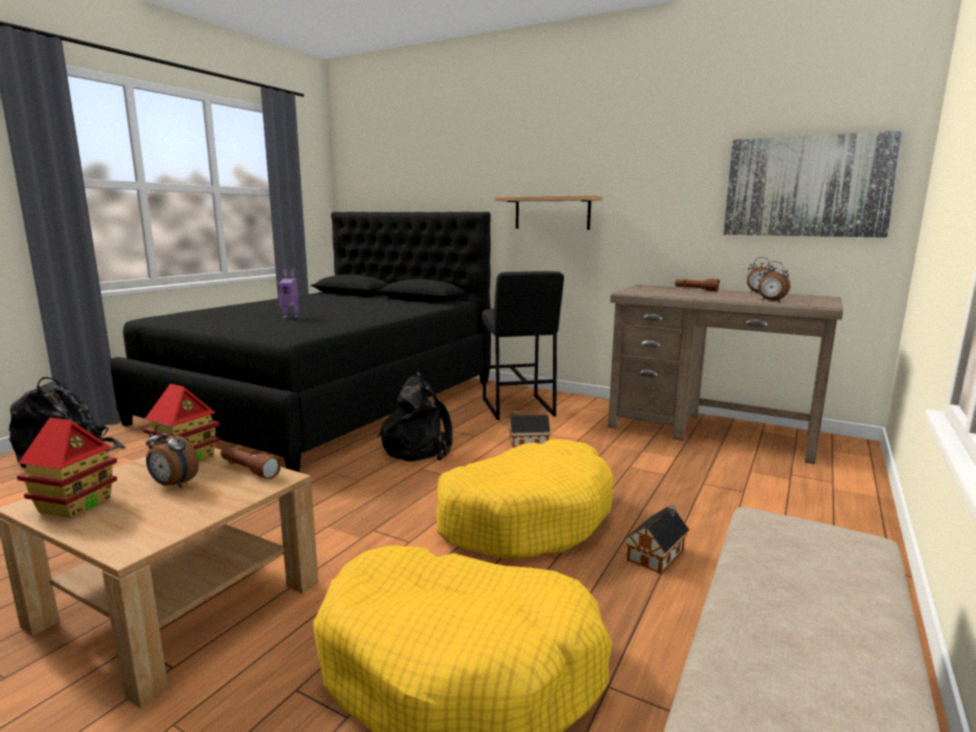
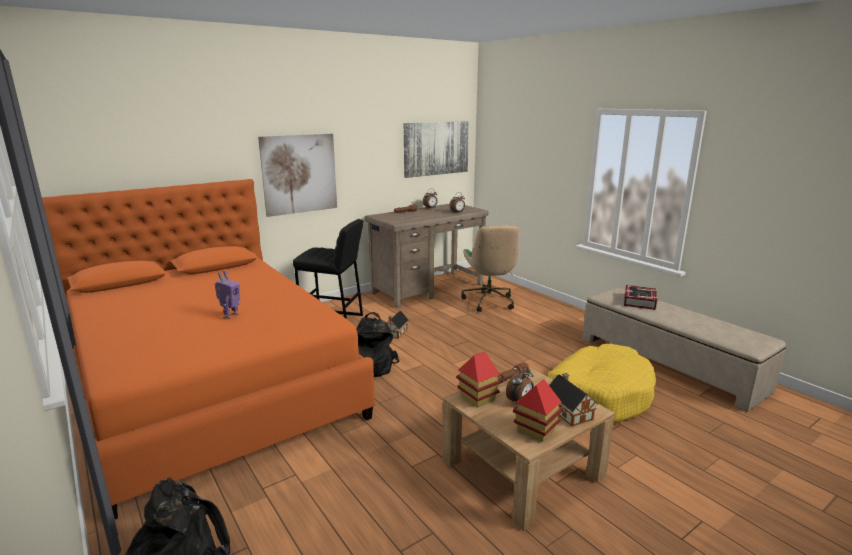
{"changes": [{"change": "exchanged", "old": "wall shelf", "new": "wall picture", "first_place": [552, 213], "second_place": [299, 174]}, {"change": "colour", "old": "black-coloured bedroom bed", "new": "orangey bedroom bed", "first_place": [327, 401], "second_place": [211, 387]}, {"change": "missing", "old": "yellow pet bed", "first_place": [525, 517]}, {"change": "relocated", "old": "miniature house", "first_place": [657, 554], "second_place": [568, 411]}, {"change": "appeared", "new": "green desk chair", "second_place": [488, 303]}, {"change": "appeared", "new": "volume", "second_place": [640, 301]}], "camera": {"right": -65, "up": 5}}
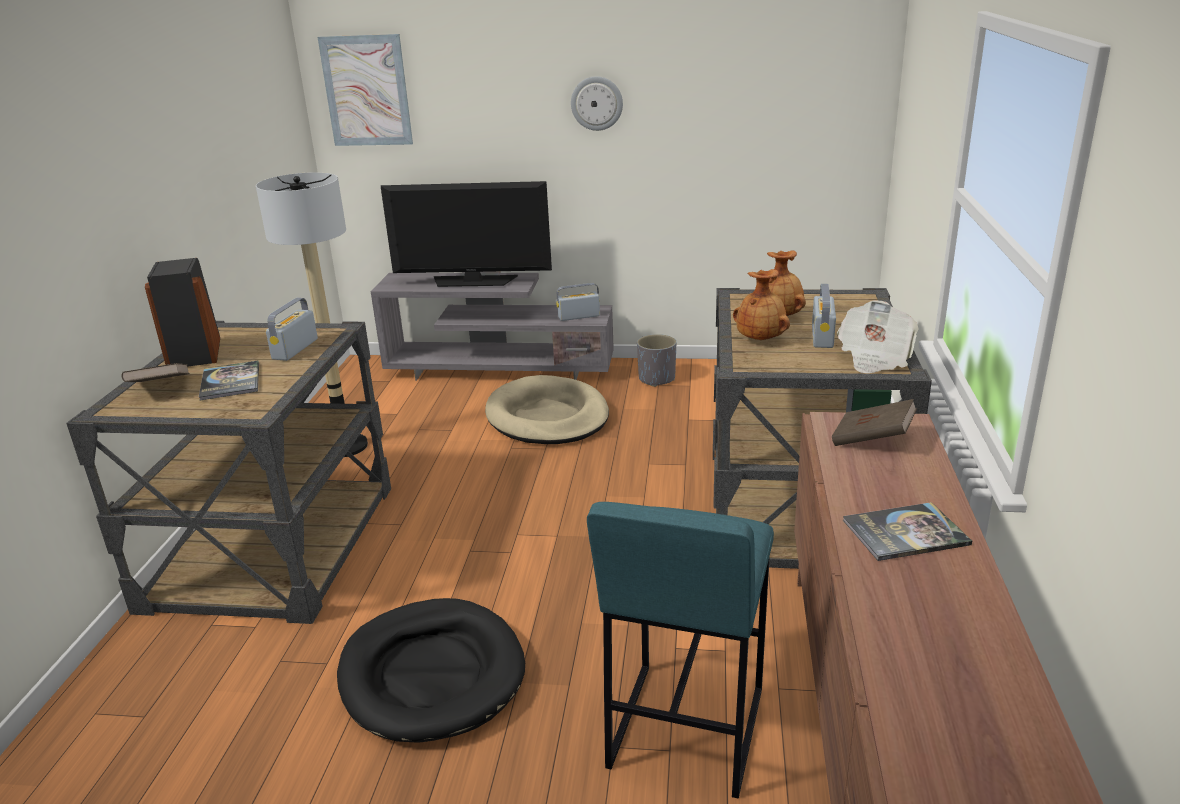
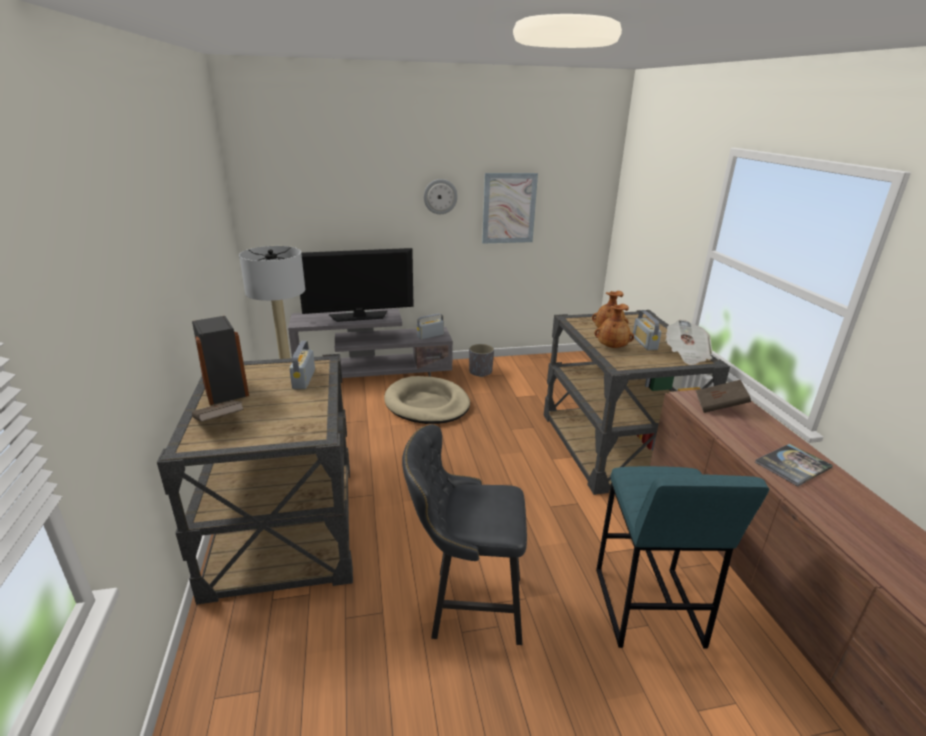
{"changes": [{"change": "relocated", "old": "wall picture", "first_place": [366, 91], "second_place": [509, 208]}, {"change": "missing", "old": "volume", "first_place": [230, 382]}, {"change": "exchanged", "old": "black-coloured pet bed", "new": "greyish stool", "first_place": [432, 674], "second_place": [464, 604]}], "camera": {"right": -20, "up": 0}}
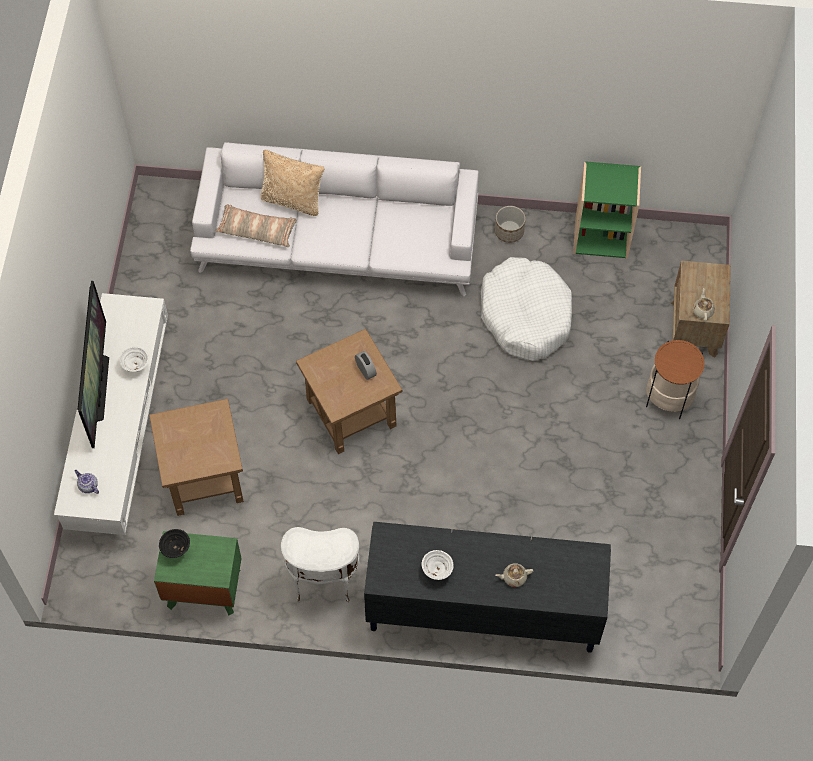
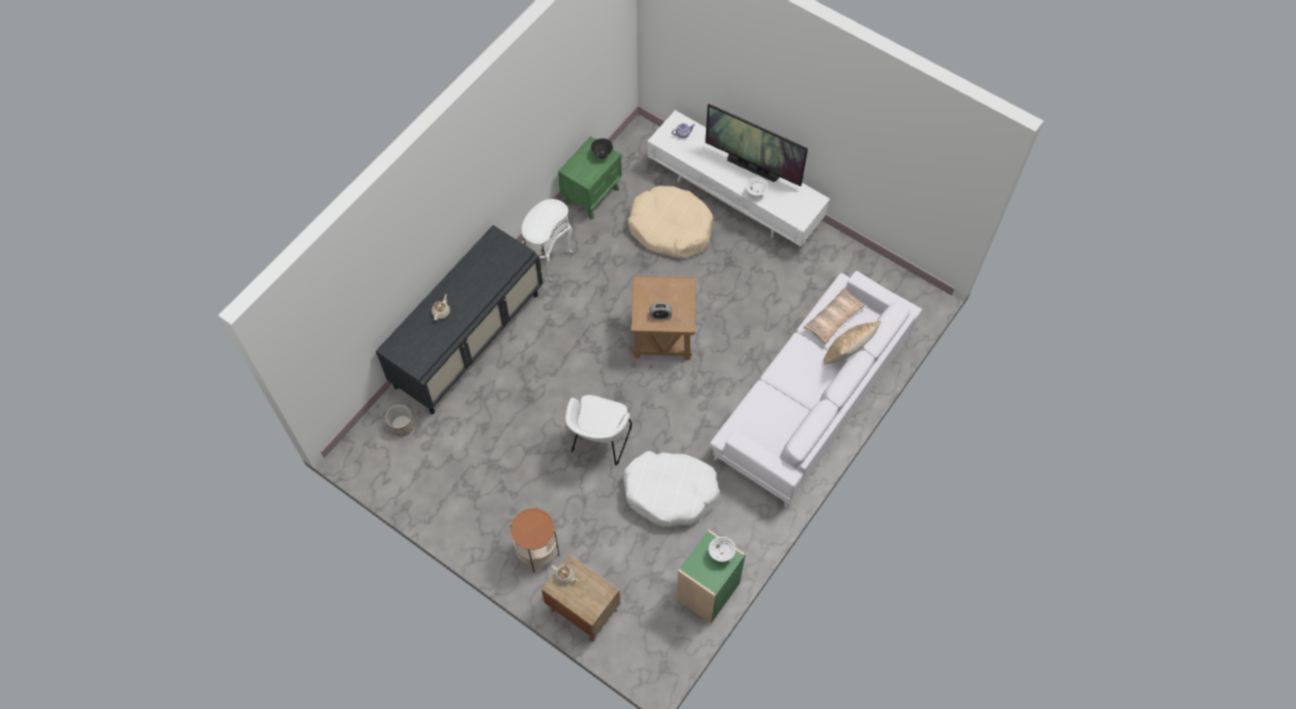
{"changes": [{"change": "relocated", "old": "planter", "first_place": [509, 232], "second_place": [401, 425]}, {"change": "exchanged", "old": "brown side table", "new": "beige-coloured pet bed", "first_place": [203, 476], "second_place": [670, 228]}, {"change": "relocated", "old": "whitish serving bowl", "first_place": [436, 571], "second_place": [721, 554]}, {"change": "appeared", "new": "whitish lounge chair", "second_place": [599, 442]}], "camera": {"right": 120, "up": 0}}
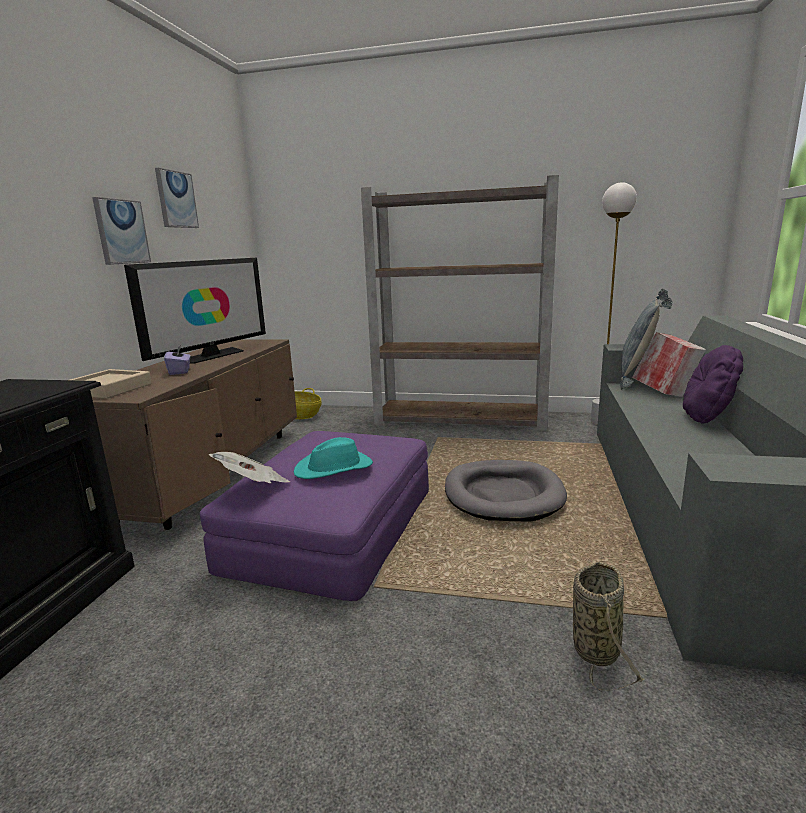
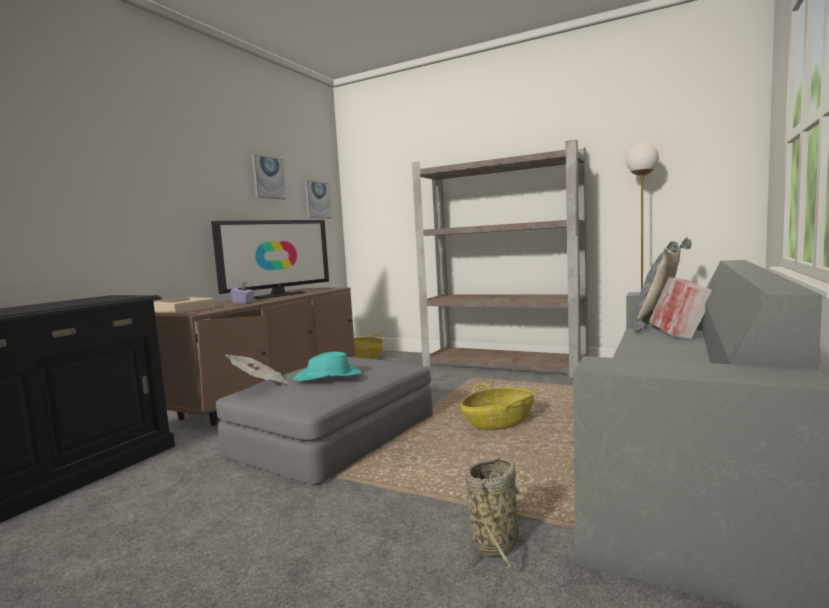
{"changes": [{"change": "relocated", "old": "wall picture", "first_place": [121, 232], "second_place": [317, 200]}, {"change": "missing", "old": "purplish throw pillow", "first_place": [707, 419]}, {"change": "colour", "old": "purplish pouffe", "new": "greyish pouffe", "first_place": [332, 527], "second_place": [334, 434]}, {"change": "exchanged", "old": "greyish pet bed", "new": "household basket", "first_place": [503, 495], "second_place": [498, 423]}], "camera": {"right": 15, "up": -10}}
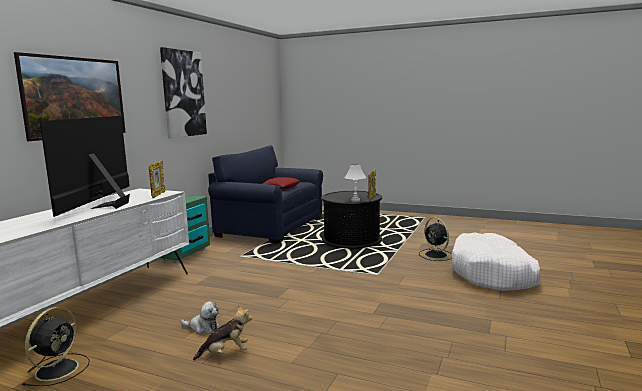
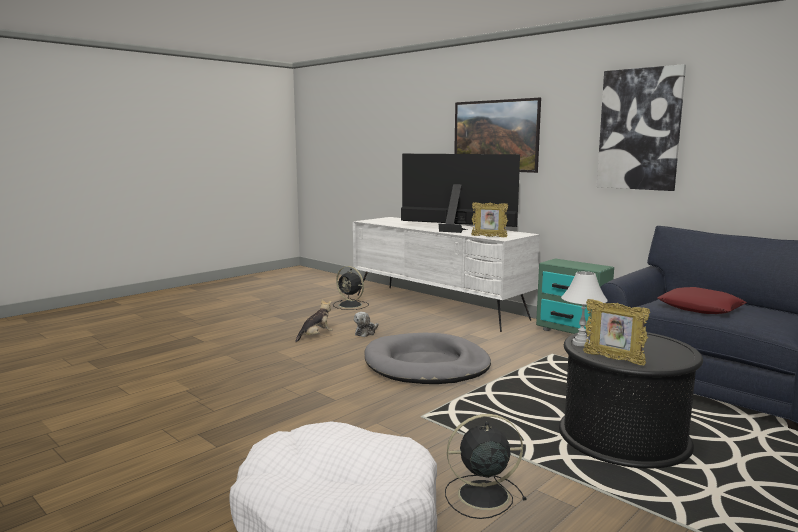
{"changes": [{"change": "spun", "old": "cuddly toy", "first_place": [226, 353], "second_place": [316, 336], "degrees": -135}, {"change": "appeared", "new": "greyish pet bed", "second_place": [426, 365]}], "camera": {"right": 110, "up": 0}}
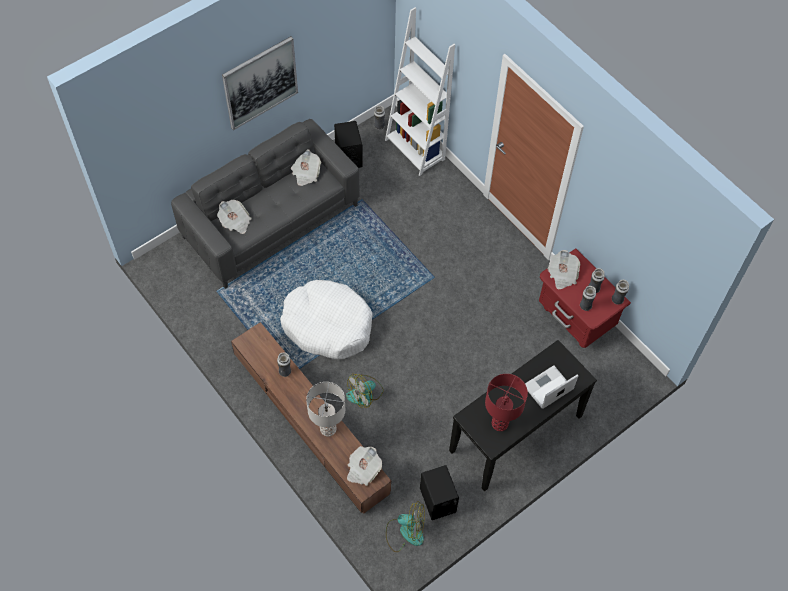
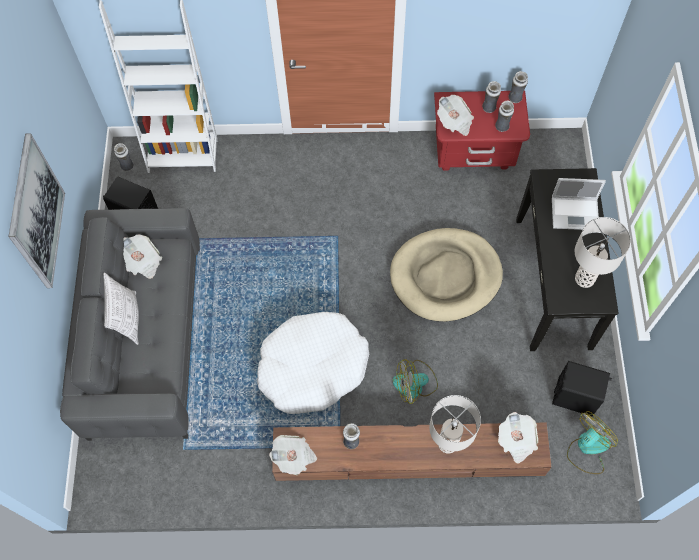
{"changes": [{"change": "relocated", "old": "daily paper", "first_place": [235, 222], "second_place": [294, 457]}, {"change": "spun", "old": "notebook computer", "first_place": [547, 388], "second_place": [576, 213], "degrees": -90}, {"change": "spun", "old": "fan", "first_place": [365, 393], "second_place": [415, 384], "degrees": 75}, {"change": "colour", "old": "red-coloured tabletop lamp", "new": "whitish tabletop lamp", "first_place": [499, 423], "second_place": [584, 279]}, {"change": "appeared", "new": "beige-coloured pet bed", "second_place": [445, 276]}, {"change": "appeared", "new": "throw pillow", "second_place": [128, 319]}], "camera": {"right": -50, "up": 5}}
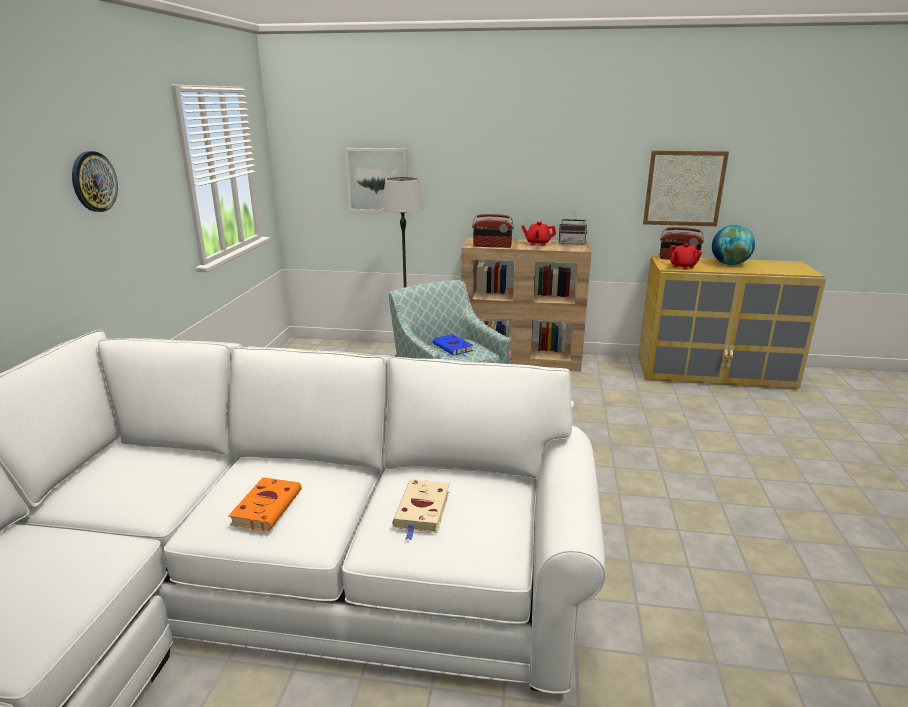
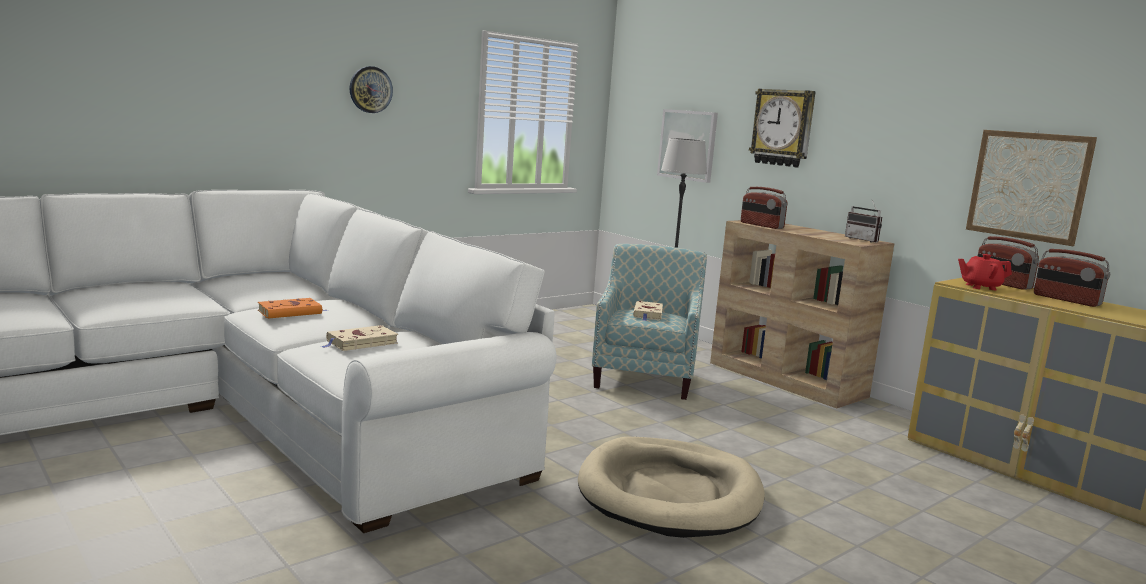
{"changes": [{"change": "missing", "old": "red-coloured teapot", "first_place": [537, 243]}, {"change": "exchanged", "old": "desk globe", "new": "radio", "first_place": [729, 264], "second_place": [1066, 300]}, {"change": "colour", "old": "bluish volume", "new": "beige-coloured volume", "first_place": [453, 348], "second_place": [648, 314]}, {"change": "appeared", "new": "wall clock", "second_place": [783, 127]}, {"change": "appeared", "new": "beige-coloured pet bed", "second_place": [669, 493]}], "camera": {"right": 40, "up": -10}}
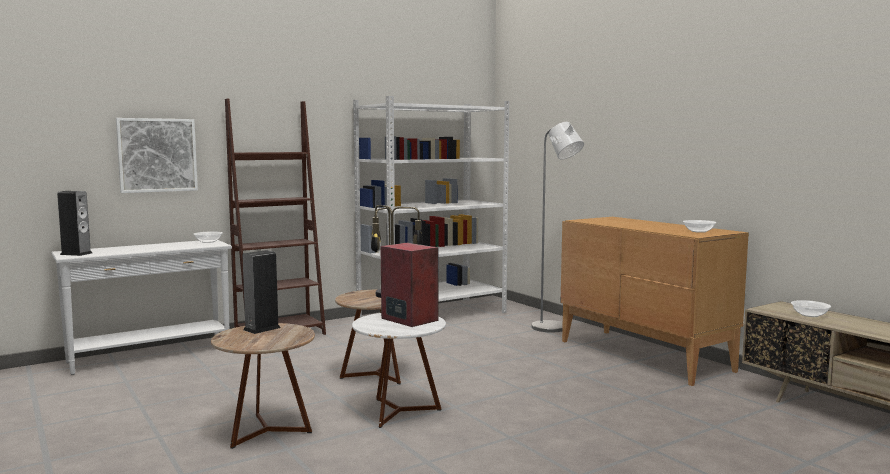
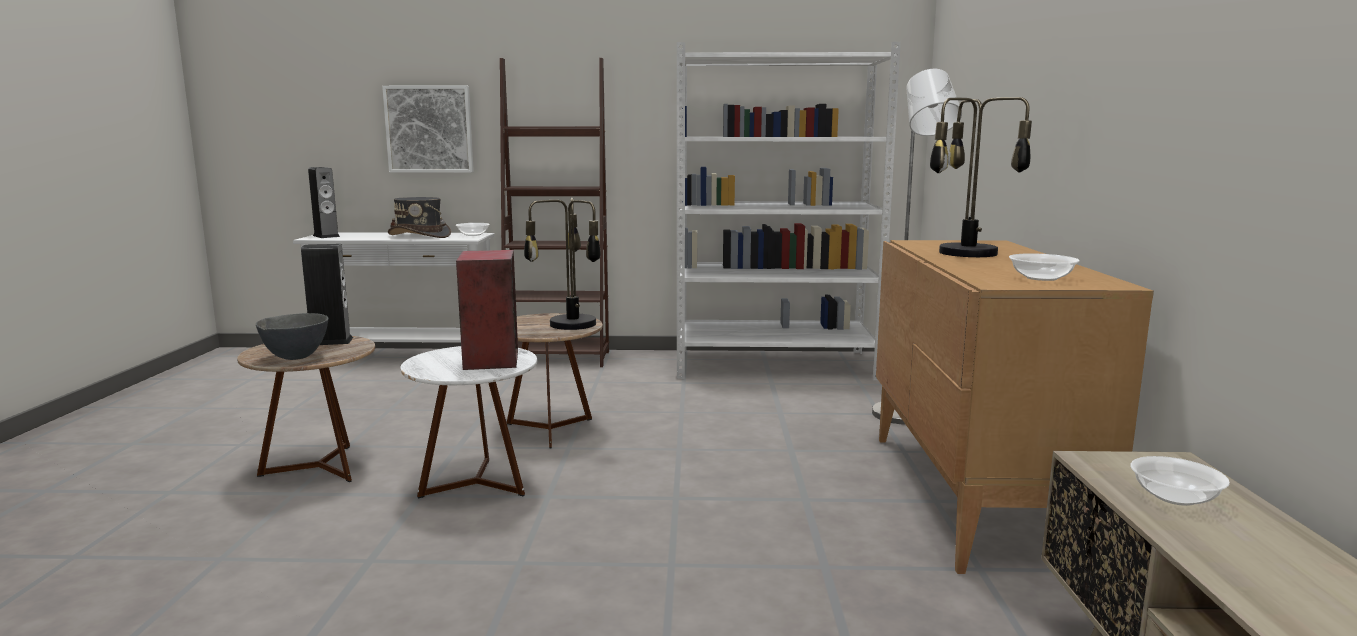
{"changes": [{"change": "appeared", "new": "tabletop lamp", "second_place": [966, 253]}, {"change": "appeared", "new": "greyish hat", "second_place": [420, 236]}, {"change": "appeared", "new": "greyish serving bowl", "second_place": [296, 358]}], "camera": {"right": 35, "up": 5}}
